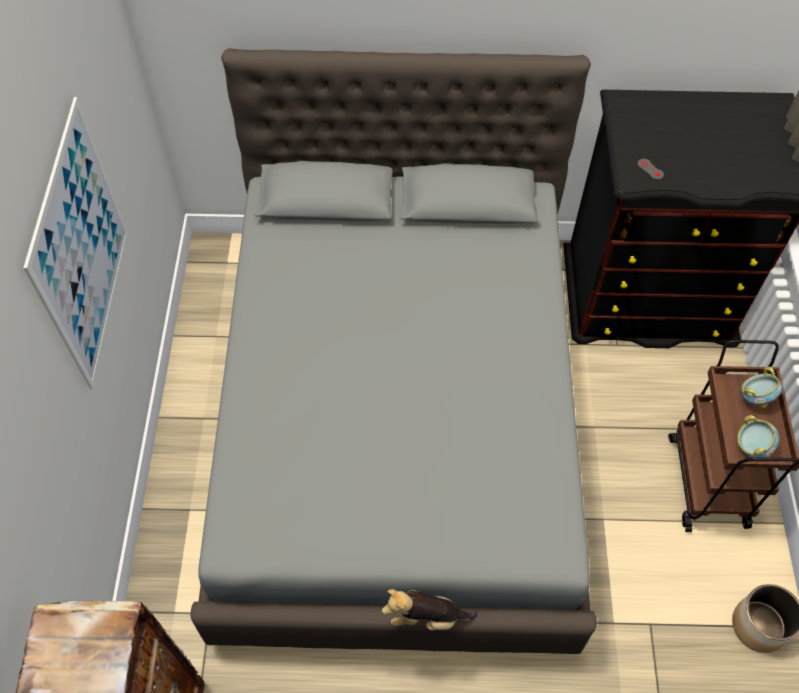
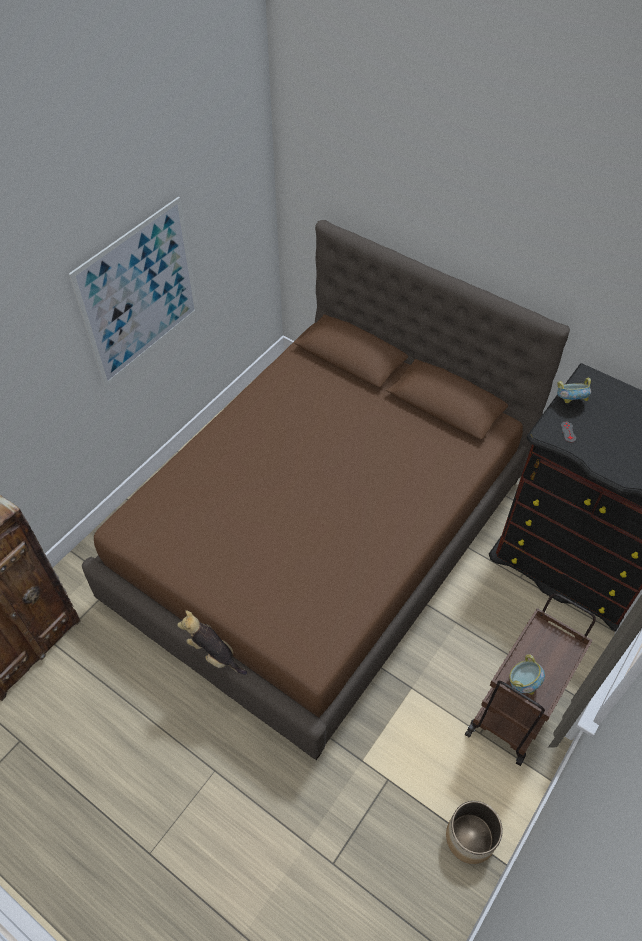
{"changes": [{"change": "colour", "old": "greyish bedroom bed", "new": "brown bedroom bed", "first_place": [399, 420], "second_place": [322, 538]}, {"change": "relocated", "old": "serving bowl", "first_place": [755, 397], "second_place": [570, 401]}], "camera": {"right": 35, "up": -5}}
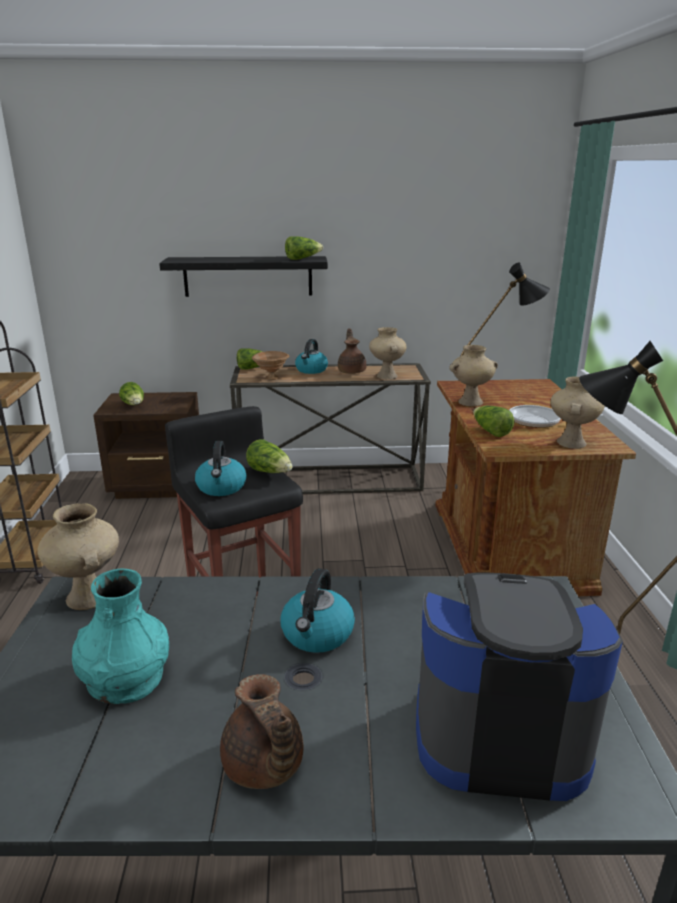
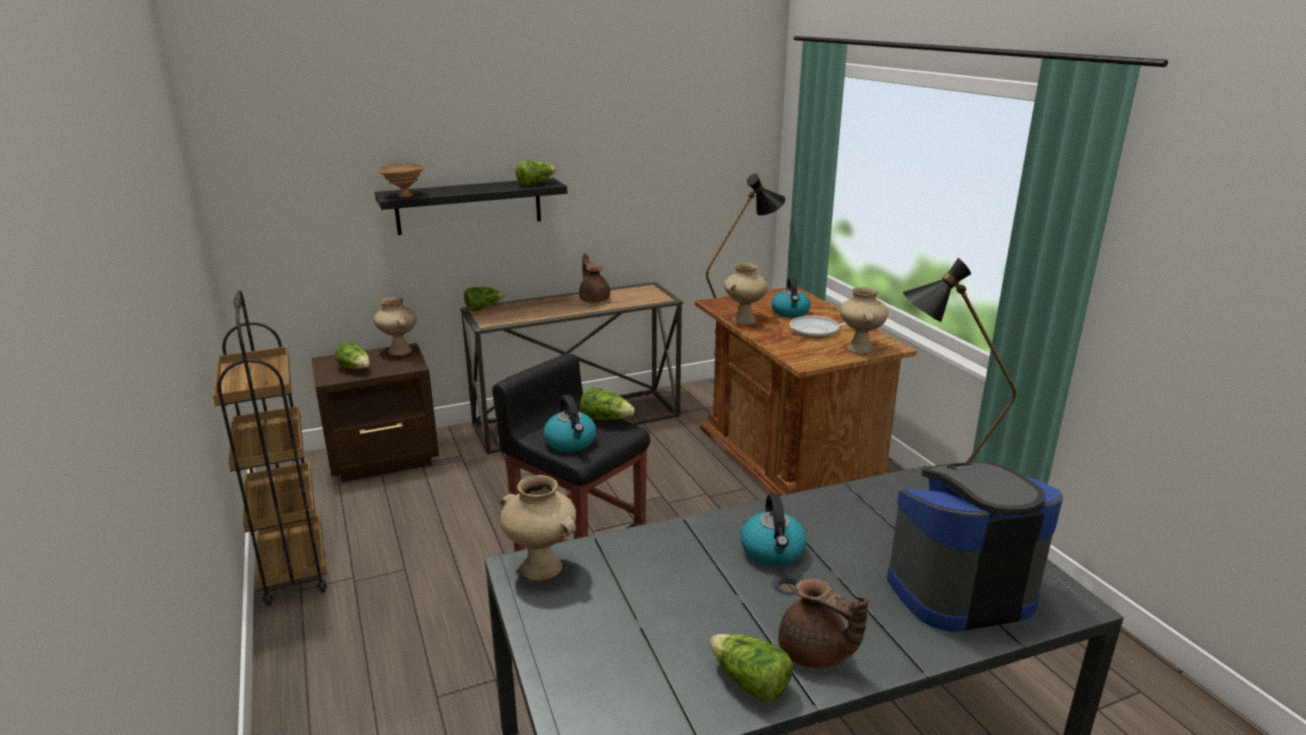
{"changes": [{"change": "relocated", "old": "beige-coloured vase", "first_place": [386, 376], "second_place": [399, 351]}, {"change": "relocated", "old": "kettle", "first_place": [311, 370], "second_place": [790, 313]}, {"change": "relocated", "old": "brown serving bowl", "first_place": [271, 378], "second_place": [404, 196]}, {"change": "relocated", "old": "lettuce", "first_place": [490, 431], "second_place": [749, 683]}, {"change": "missing", "old": "turquoise-coloured vase", "first_place": [125, 677]}], "camera": {"right": -20, "up": 0}}
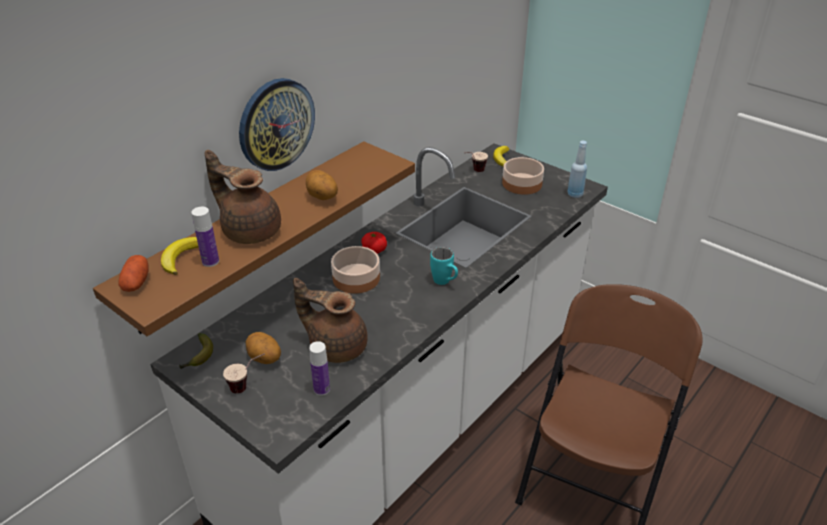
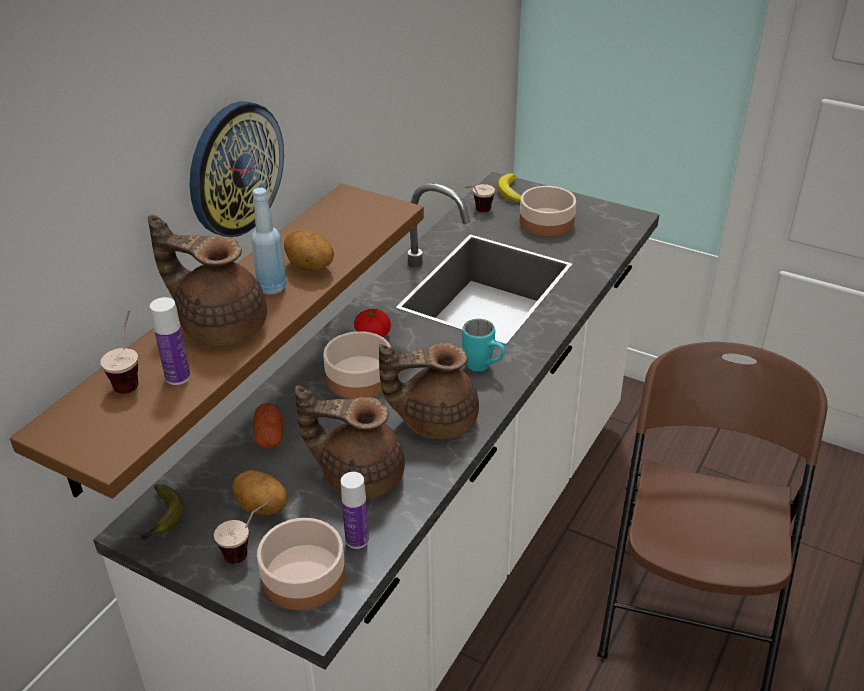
{"changes": [{"change": "relocated", "old": "bluish drink bottle", "first_place": [575, 194], "second_place": [272, 288]}, {"change": "exchanged", "old": "banana fruit", "new": "small cup", "first_place": [180, 258], "second_place": [130, 377]}, {"change": "relocated", "old": "whole potato", "first_place": [136, 282], "second_place": [269, 436]}, {"change": "appeared", "new": "brown teapot", "second_place": [435, 420]}, {"change": "appeared", "new": "serving bowl", "second_place": [304, 575]}], "camera": {"right": -10, "up": 0}}
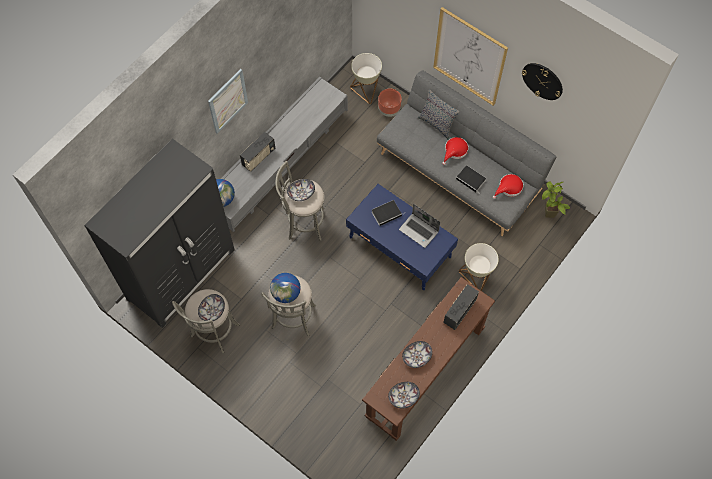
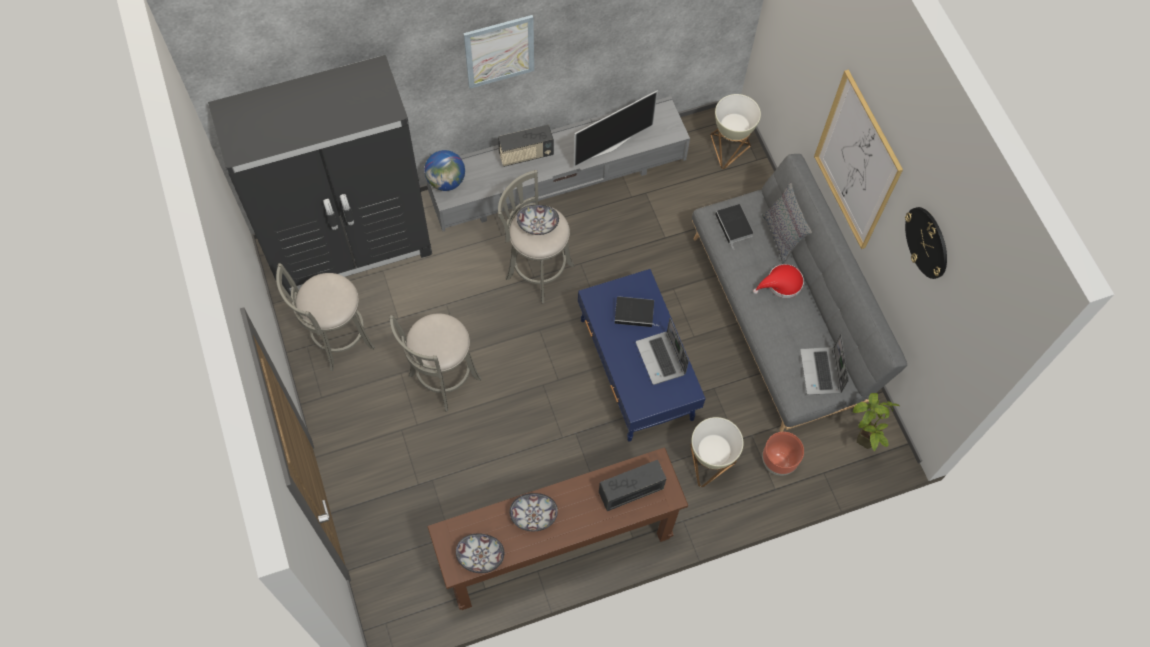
{"changes": [{"change": "relocated", "old": "brown planter", "first_place": [389, 110], "second_place": [778, 462]}, {"change": "relocated", "old": "volume", "first_place": [471, 180], "second_place": [734, 226]}, {"change": "exchanged", "old": "red-coloured hat", "new": "notebook computer", "first_place": [509, 188], "second_place": [821, 372]}, {"change": "missing", "old": "desk globe", "first_place": [286, 293]}, {"change": "missing", "old": "serving bowl", "first_place": [212, 311]}, {"change": "appeared", "new": "television", "second_place": [610, 147]}], "camera": {"right": 30, "up": 0}}
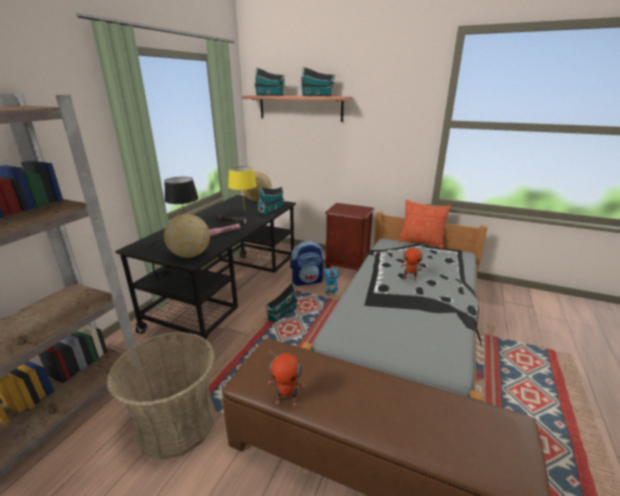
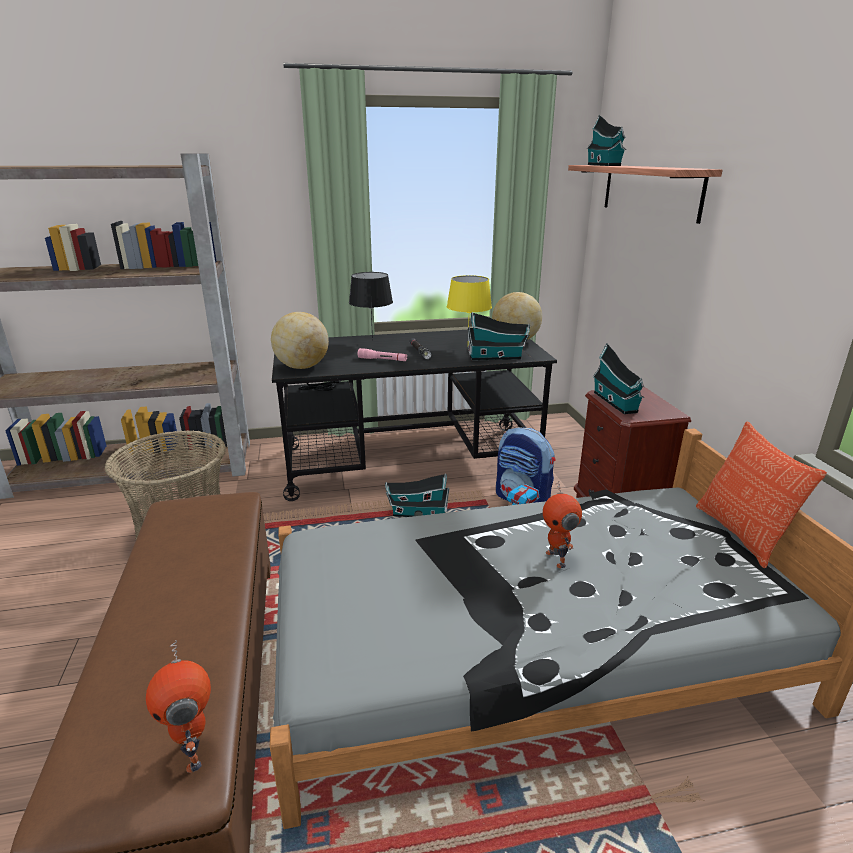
{"changes": [{"change": "relocated", "old": "miniature house", "first_place": [317, 96], "second_place": [616, 403]}, {"change": "relocated", "old": "robot figure", "first_place": [287, 401], "second_place": [194, 751]}], "camera": {"right": 55, "up": 0}}
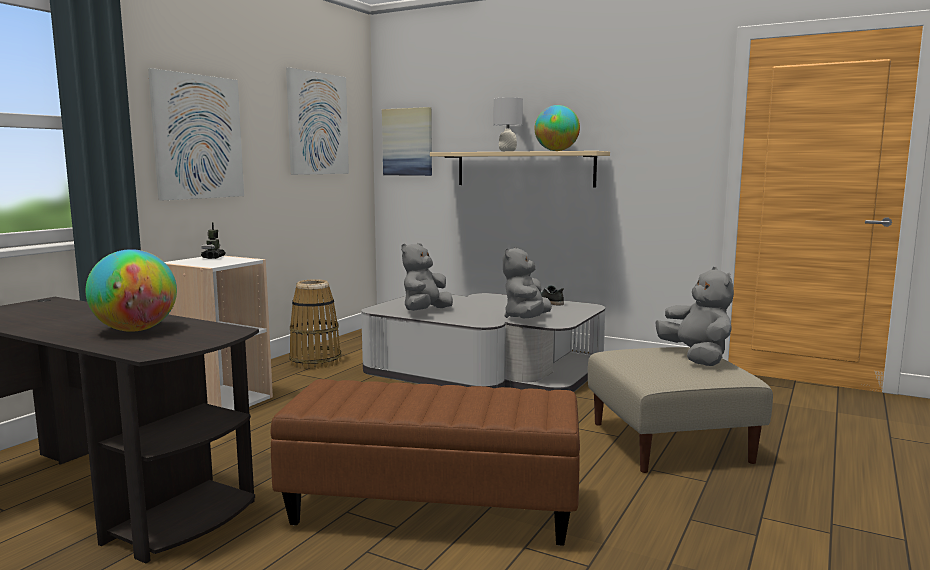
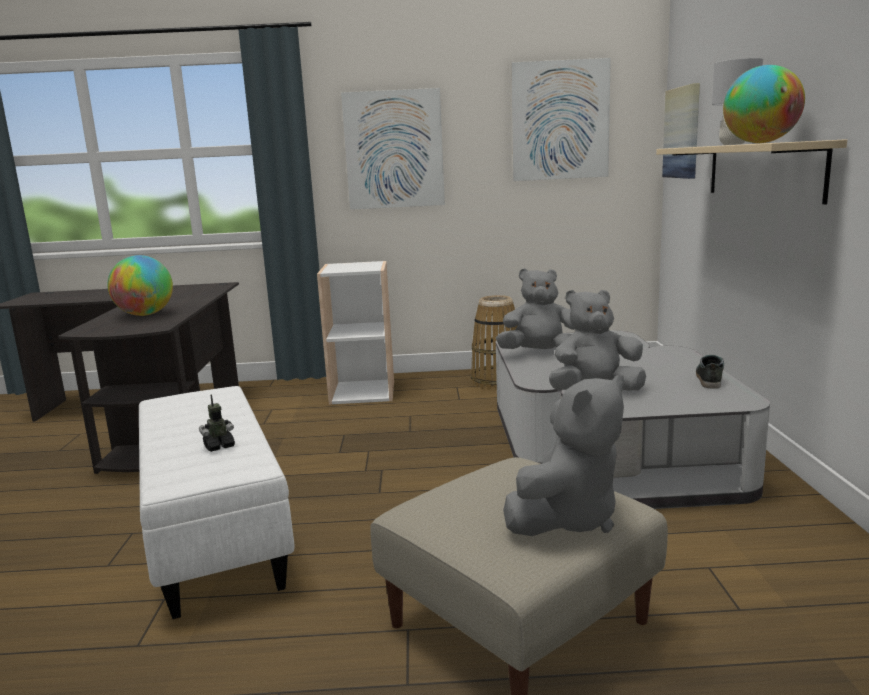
{"changes": [{"change": "relocated", "old": "robot figure", "first_place": [213, 257], "second_place": [219, 446]}, {"change": "colour", "old": "brown pouffe", "new": "whitish pouffe", "first_place": [432, 509], "second_place": [217, 534]}], "camera": {"right": 60, "up": 5}}
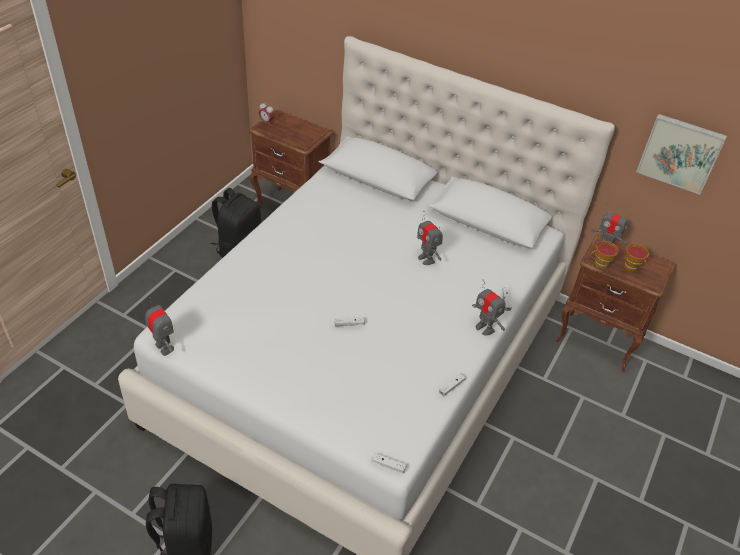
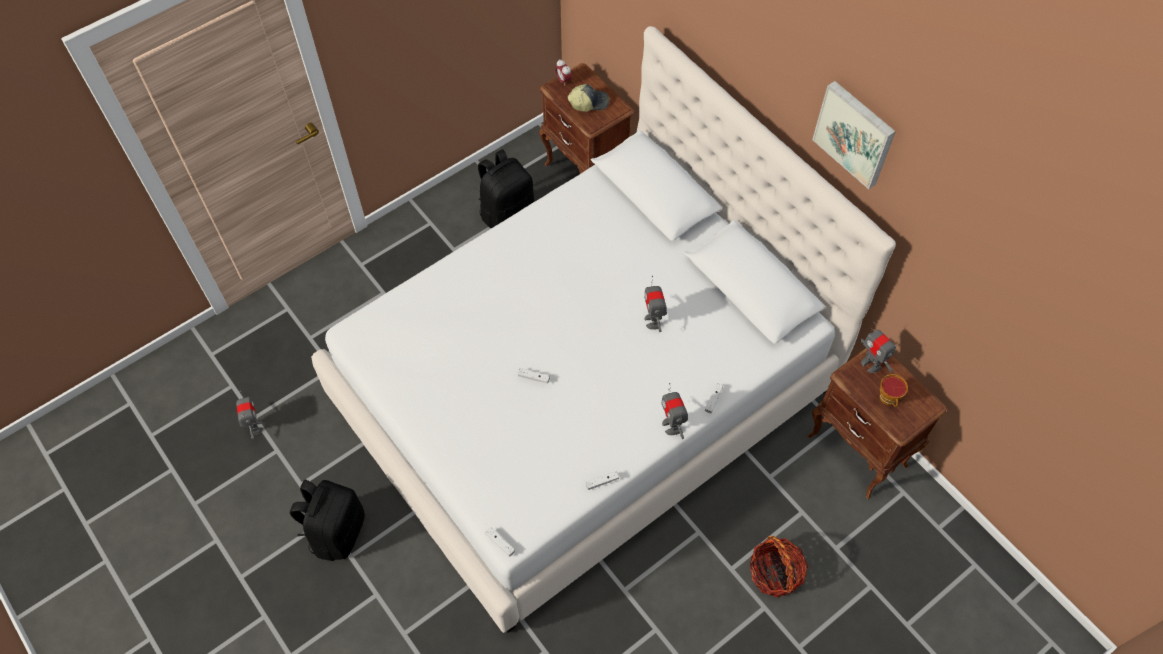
{"changes": [{"change": "relocated", "old": "wall picture", "first_place": [680, 152], "second_place": [855, 133]}, {"change": "missing", "old": "small cup", "first_place": [599, 264]}, {"change": "relocated", "old": "robot figure", "first_place": [164, 347], "second_place": [255, 427]}, {"change": "appeared", "new": "peaked cap", "second_place": [588, 102]}, {"change": "appeared", "new": "household basket", "second_place": [775, 573]}], "camera": {"right": 25, "up": 15}}
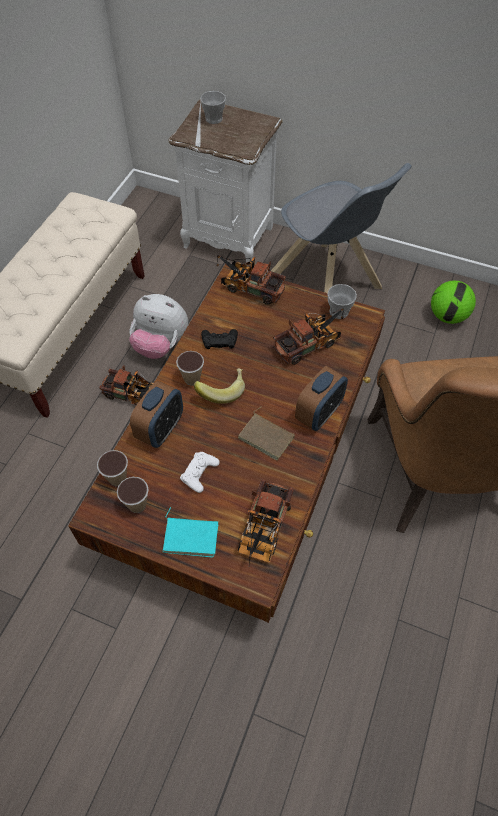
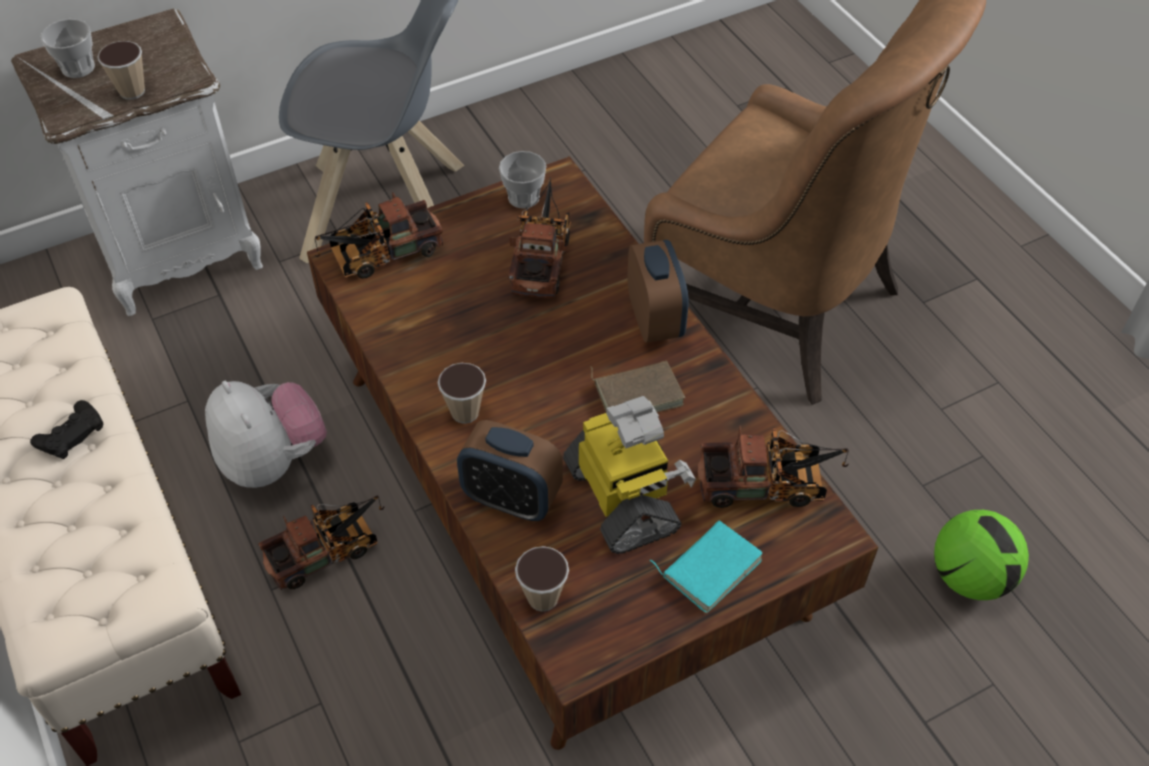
{"changes": [{"change": "relocated", "old": "ball for football", "first_place": [447, 316], "second_place": [970, 577]}, {"change": "spun", "old": "cuddly toy", "first_place": [160, 344], "second_place": [273, 460], "degrees": -90}, {"change": "relocated", "old": "black-coloured game controller", "first_place": [219, 341], "second_place": [70, 434]}, {"change": "missing", "old": "banana fruit", "first_place": [221, 390]}, {"change": "spun", "old": "bedside clock", "first_place": [160, 429], "second_place": [511, 498], "degrees": 135}, {"change": "exchanged", "old": "whitish game controller", "new": "robot figure", "first_place": [199, 473], "second_place": [624, 498]}, {"change": "relocated", "old": "small cup", "first_place": [137, 505], "second_place": [132, 91]}, {"change": "spun", "old": "toy lorry", "first_place": [263, 531], "second_place": [769, 485], "degrees": -60}], "camera": {"right": -50, "up": -5}}
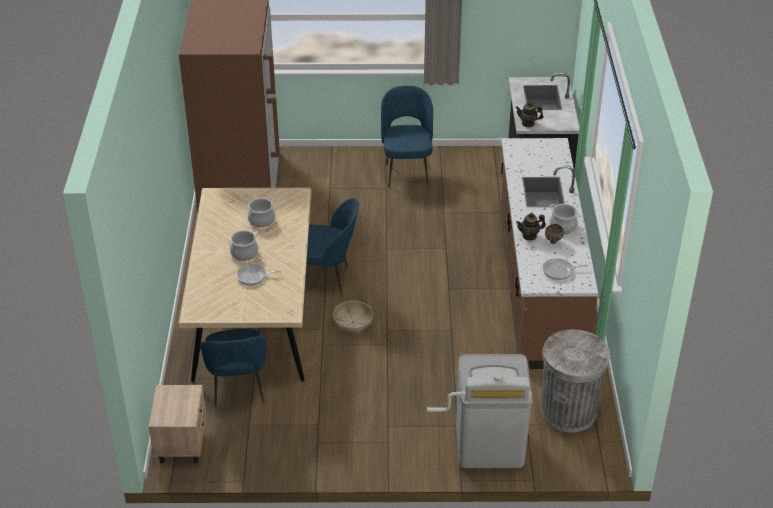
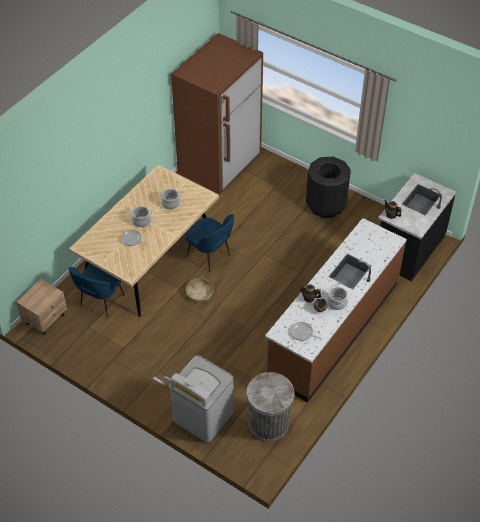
{"changes": [{"change": "exchanged", "old": "bluish chair", "new": "black-coloured rubbish bin", "first_place": [407, 172], "second_place": [326, 205]}], "camera": {"right": 35, "up": 10}}
